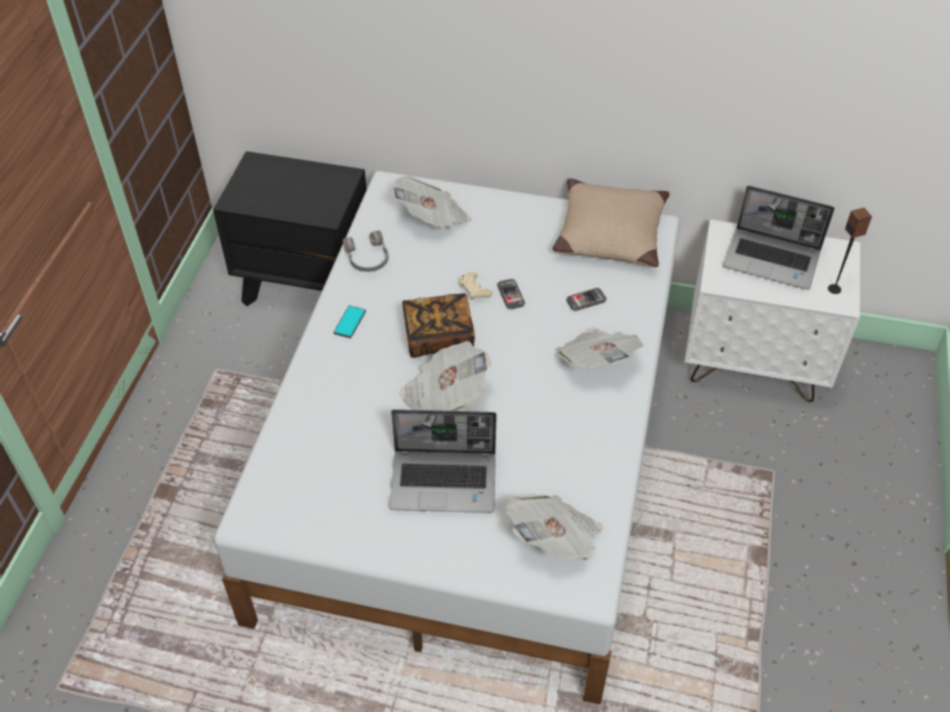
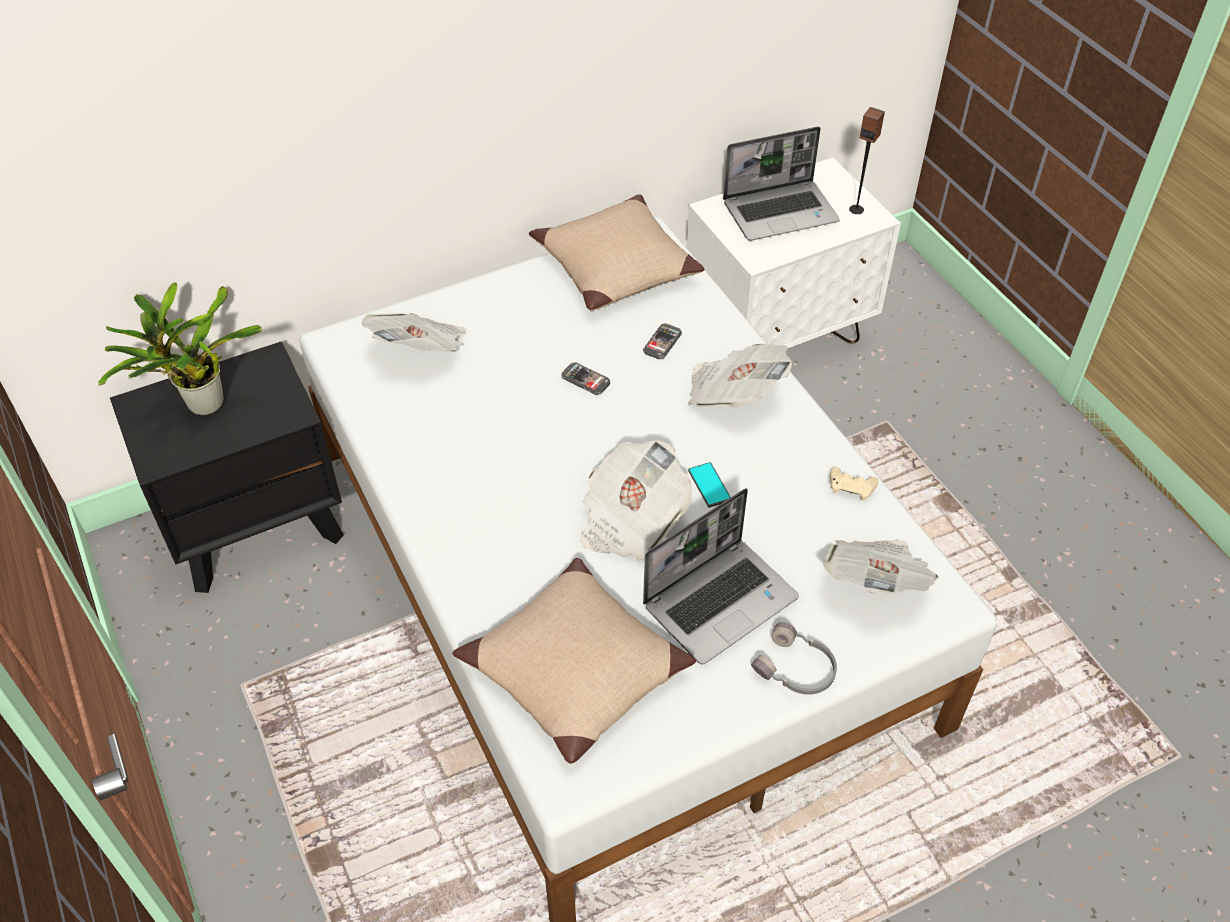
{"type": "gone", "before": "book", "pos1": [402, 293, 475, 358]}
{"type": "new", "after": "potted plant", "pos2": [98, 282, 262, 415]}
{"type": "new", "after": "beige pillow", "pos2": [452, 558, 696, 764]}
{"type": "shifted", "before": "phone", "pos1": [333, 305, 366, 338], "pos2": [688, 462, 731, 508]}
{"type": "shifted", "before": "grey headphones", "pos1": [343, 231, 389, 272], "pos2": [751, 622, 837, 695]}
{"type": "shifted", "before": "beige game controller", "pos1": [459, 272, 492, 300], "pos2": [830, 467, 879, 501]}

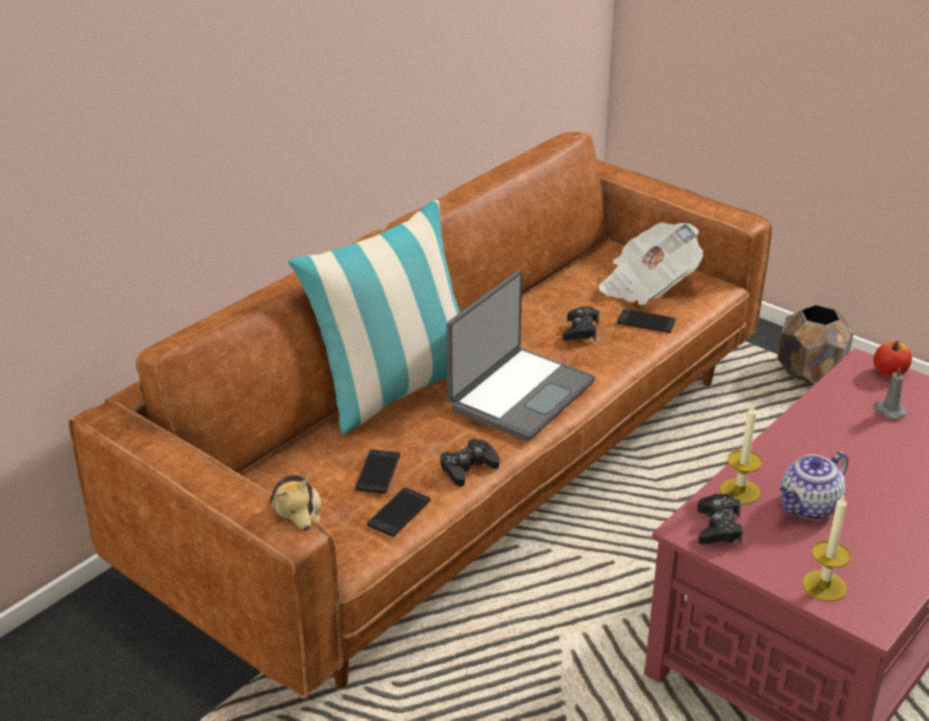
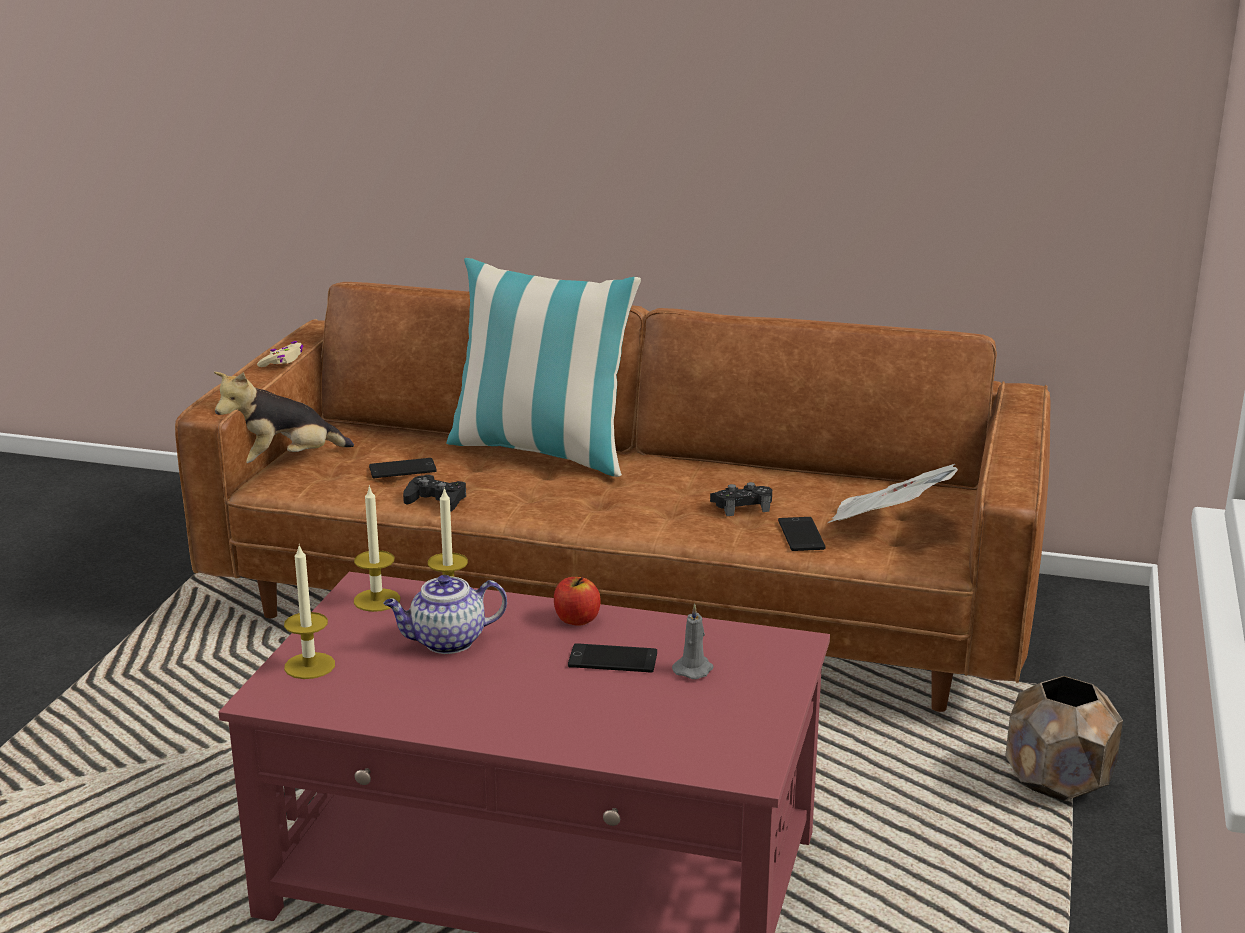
{"type": "gone", "before": "laptop", "pos1": [447, 271, 596, 441]}
{"type": "new", "after": "beige game controller", "pos2": [257, 341, 303, 367]}
{"type": "shifted", "before": "phone", "pos1": [367, 488, 431, 537], "pos2": [568, 643, 657, 673]}
{"type": "shifted", "before": "apple", "pos1": [873, 341, 912, 378], "pos2": [554, 577, 601, 626]}
{"type": "swapped", "before": "black game controller", "after": "candle", "pos1": [697, 494, 743, 545], "pos2": [354, 485, 400, 612]}
{"type": "rotated", "before": "teapot", "pos1": [780, 451, 848, 520], "pos2": [383, 575, 507, 654], "turn": -45}

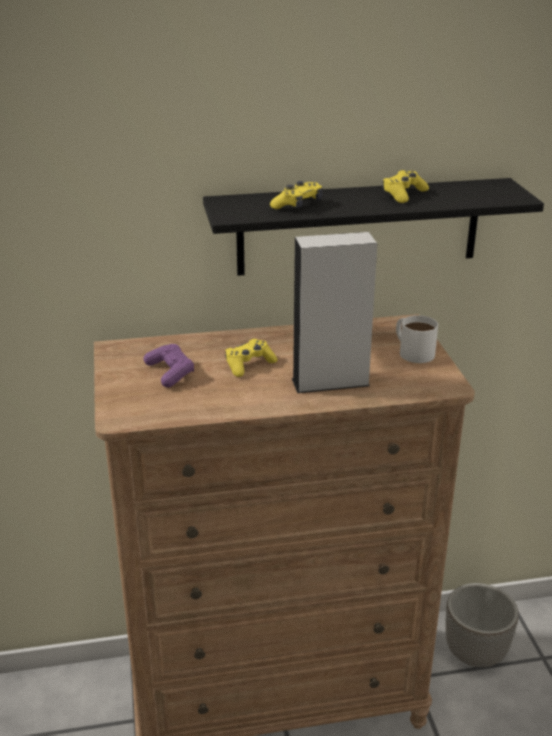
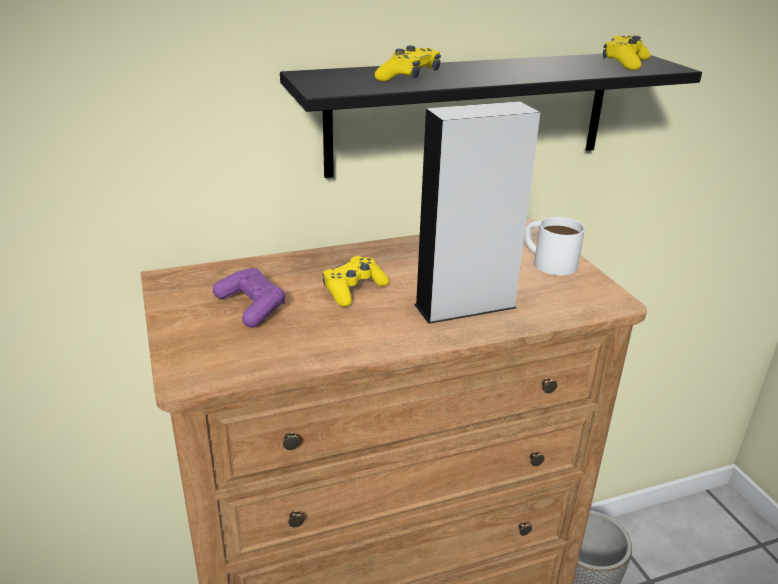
{"type": "shifted", "before": "yellow game controller", "pos1": [382, 170, 429, 203], "pos2": [603, 35, 651, 70]}

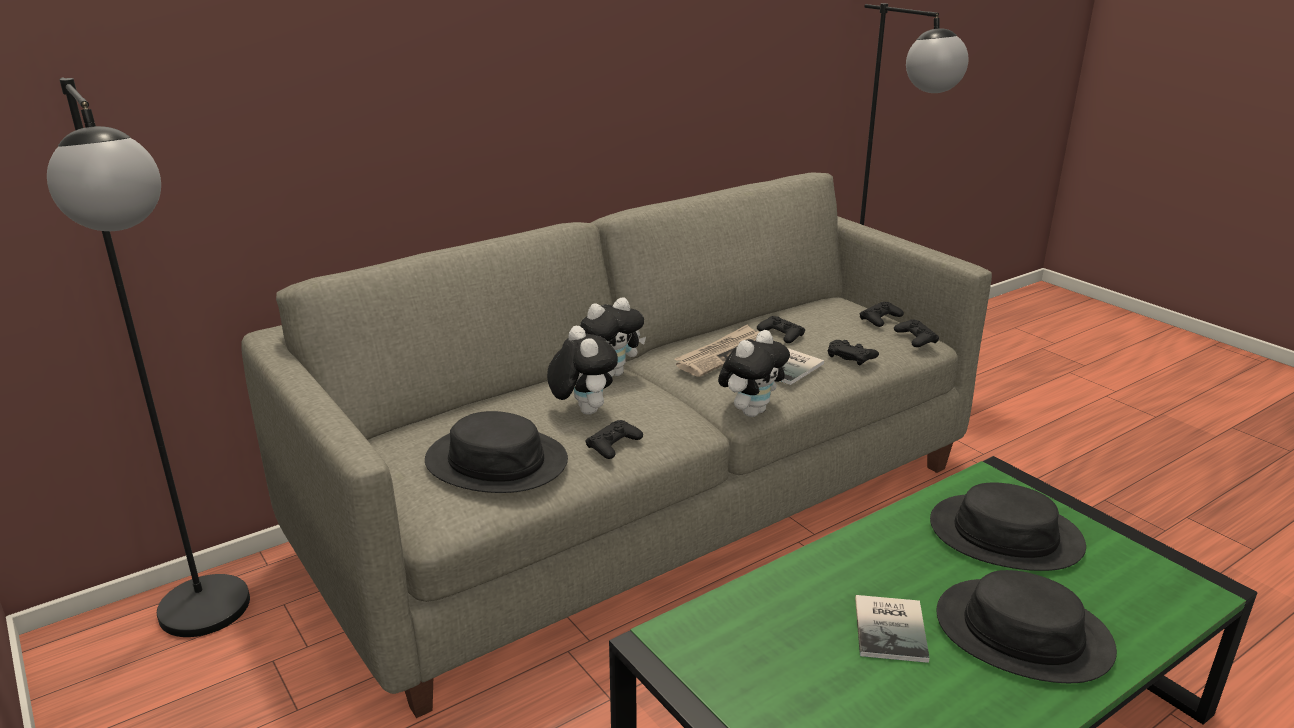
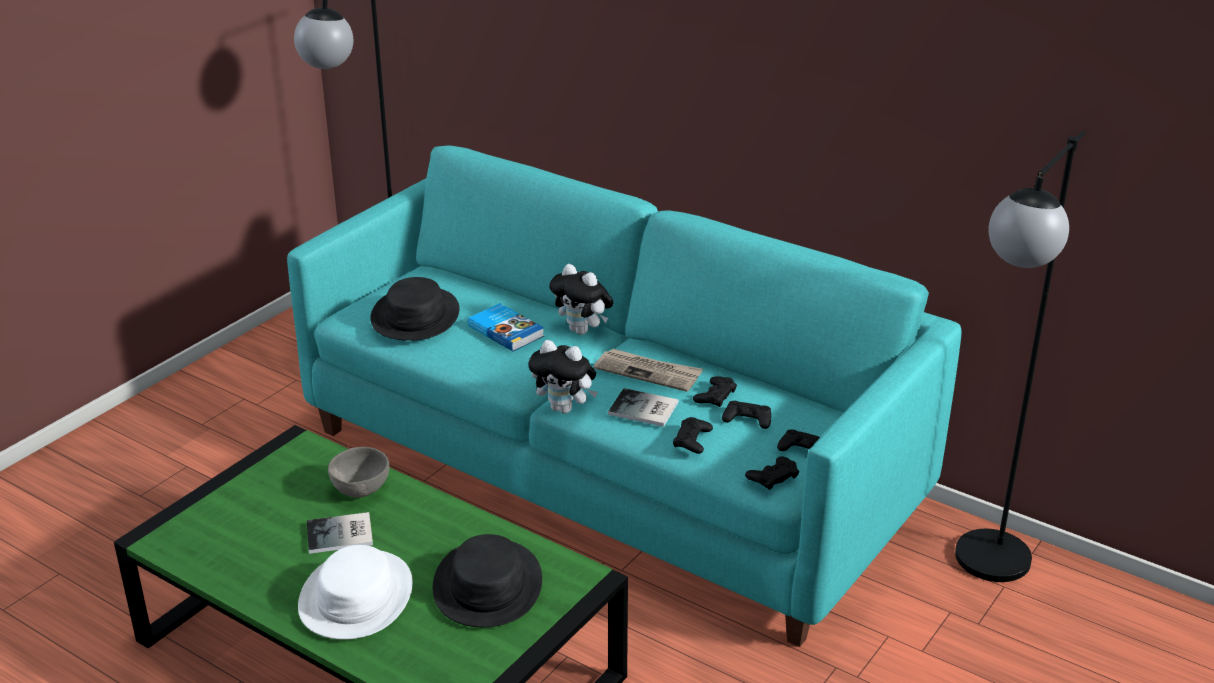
{"type": "new", "after": "grey bowl", "pos2": [328, 447, 389, 498]}
{"type": "shifted", "before": "black game controller", "pos1": [586, 420, 643, 459], "pos2": [722, 401, 771, 429]}
{"type": "swapped", "before": "plush toy", "after": "book", "pos1": [547, 326, 618, 415], "pos2": [468, 303, 544, 352]}
{"type": "repainted", "before": "grey sofa", "after": "turquoise sofa", "pos1": [242, 173, 992, 718], "pos2": [287, 146, 962, 647]}
{"type": "repainted", "before": "black hat", "after": "white hat", "pos1": [936, 570, 1117, 683], "pos2": [298, 545, 413, 639]}

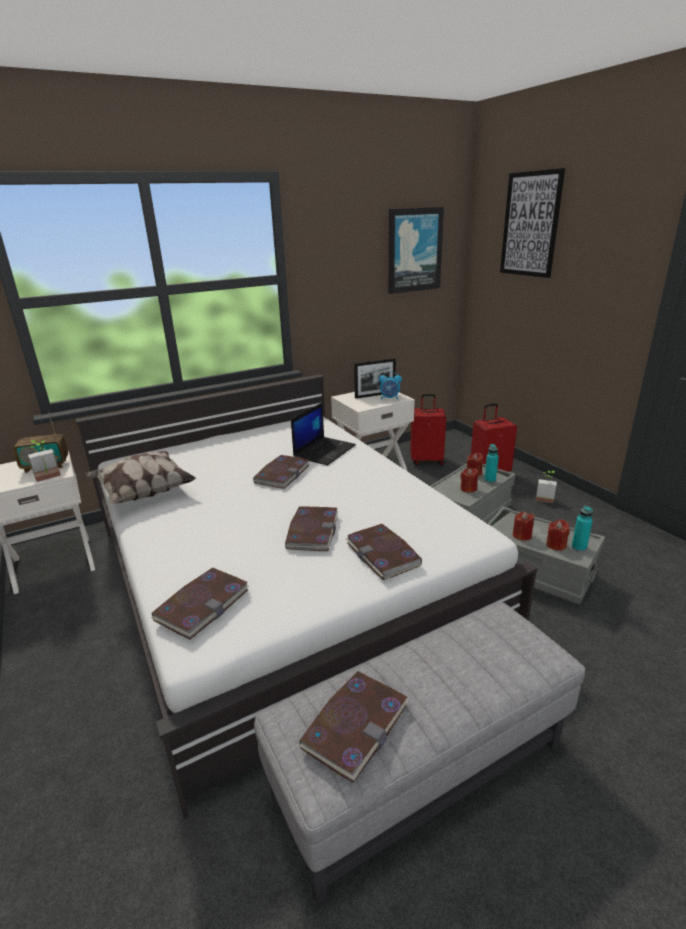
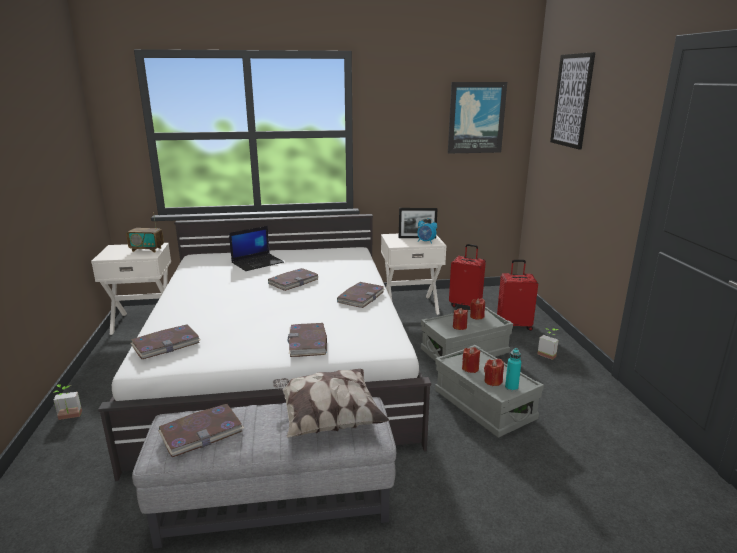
{"type": "gone", "before": "turquoise bottle", "pos1": [484, 444, 499, 483]}
{"type": "shifted", "before": "potted plant", "pos1": [28, 440, 61, 482], "pos2": [54, 384, 82, 420]}
{"type": "shifted", "before": "pillow", "pos1": [86, 451, 196, 505], "pos2": [273, 369, 390, 438]}
{"type": "shifted", "before": "book", "pos1": [285, 506, 338, 551], "pos2": [337, 282, 384, 308]}
{"type": "shifted", "before": "laptop", "pos1": [291, 402, 356, 465], "pos2": [229, 226, 284, 271]}

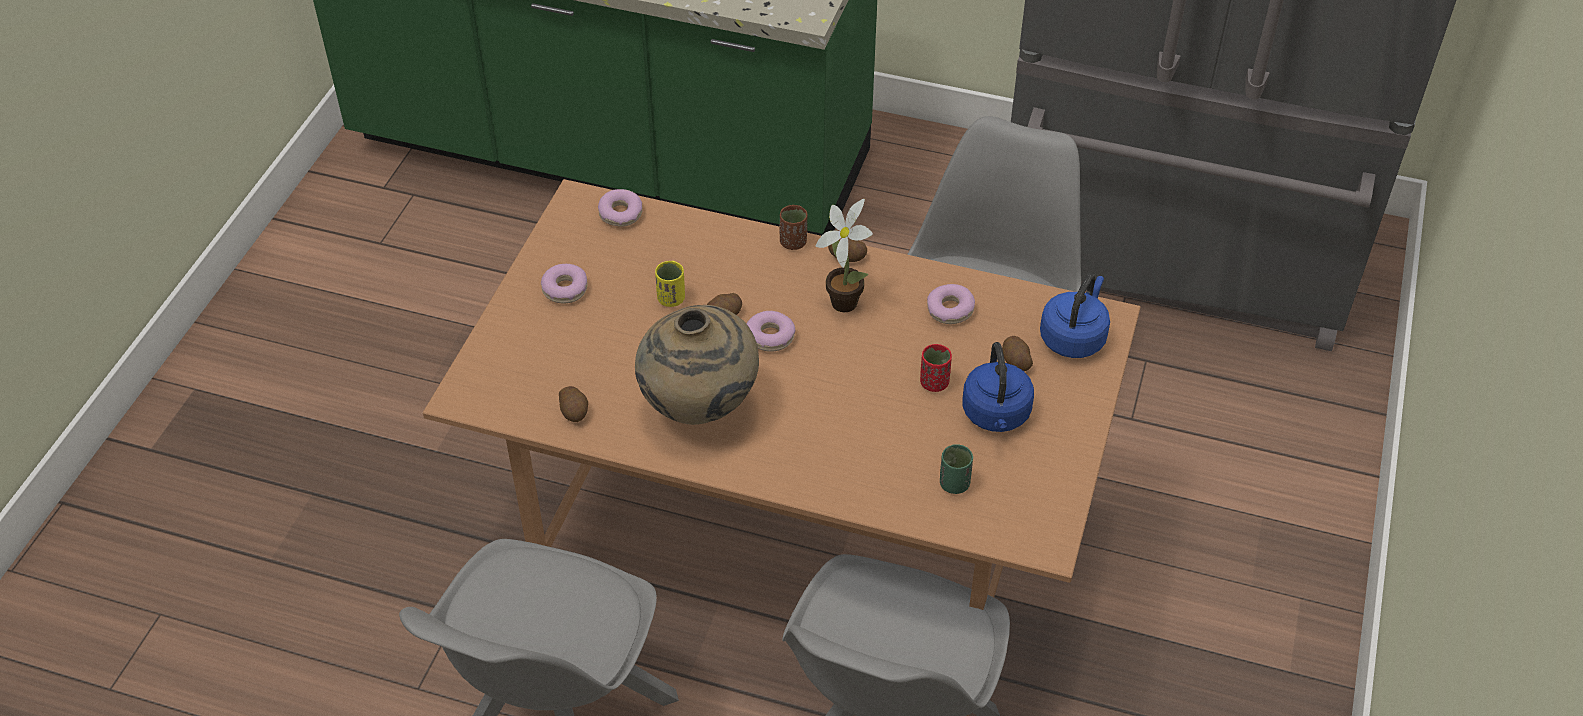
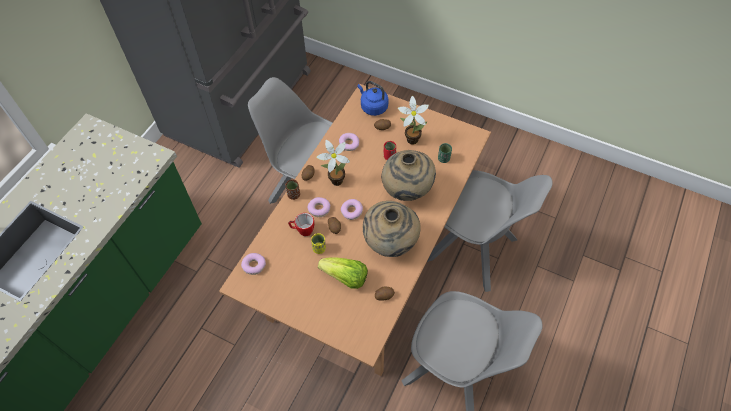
{"type": "new", "after": "mug", "pos2": [288, 213, 315, 236]}
{"type": "new", "after": "lettuce", "pos2": [318, 257, 368, 289]}
{"type": "new", "after": "beige vase", "pos2": [381, 150, 436, 201]}
{"type": "shifted", "before": "donut", "pos1": [541, 264, 588, 303], "pos2": [308, 197, 330, 217]}
{"type": "swapped", "before": "blue kettle", "after": "potted plant", "pos1": [962, 342, 1034, 432], "pos2": [398, 96, 429, 145]}

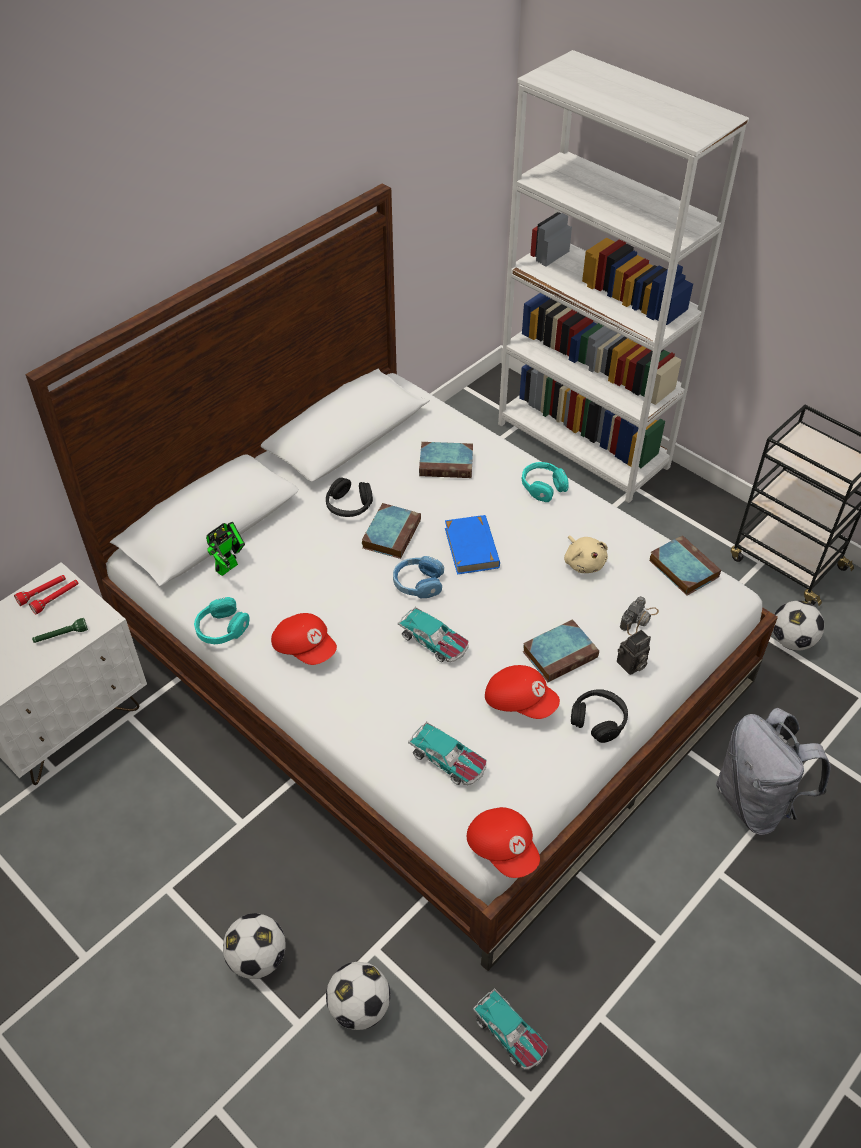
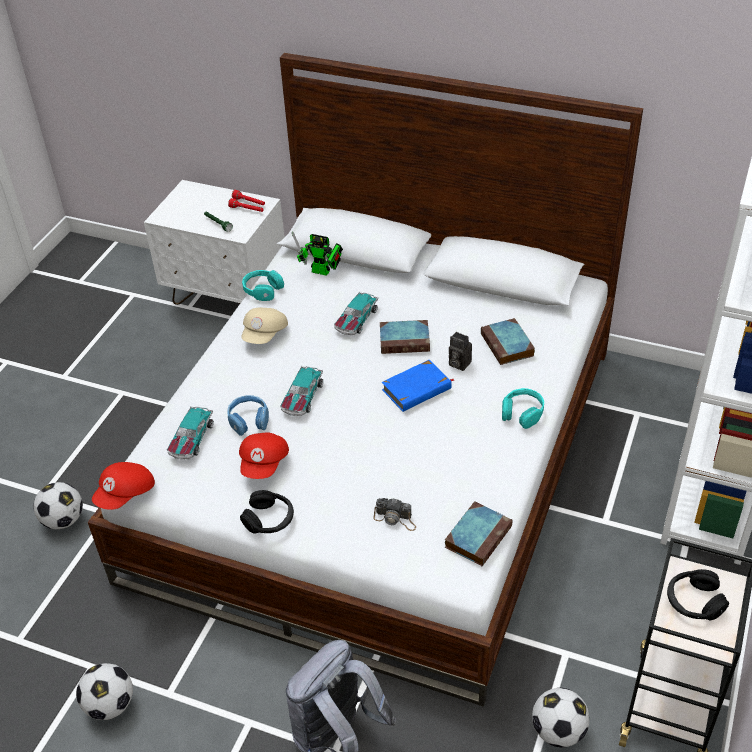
{"type": "gone", "before": "book", "pos1": [522, 619, 599, 682]}
{"type": "gone", "before": "beige plush toy", "pos1": [564, 536, 608, 573]}
{"type": "shifted", "before": "football", "pos1": [223, 913, 285, 979], "pos2": [76, 663, 133, 720]}
{"type": "shifted", "before": "black headphones", "pos1": [326, 477, 373, 517], "pos2": [667, 569, 729, 621]}
{"type": "shifted", "before": "blue headphones", "pos1": [393, 556, 444, 598], "pos2": [227, 395, 269, 436]}
{"type": "shifted", "before": "toy car", "pos1": [473, 988, 548, 1070], "pos2": [334, 292, 378, 335]}
{"type": "shifted", "before": "photo camera", "pos1": [617, 630, 651, 675], "pos2": [449, 332, 472, 371]}
{"type": "repainted", "before": "red cap", "after": "beige cap", "pos1": [271, 613, 337, 665], "pos2": [241, 308, 288, 344]}

